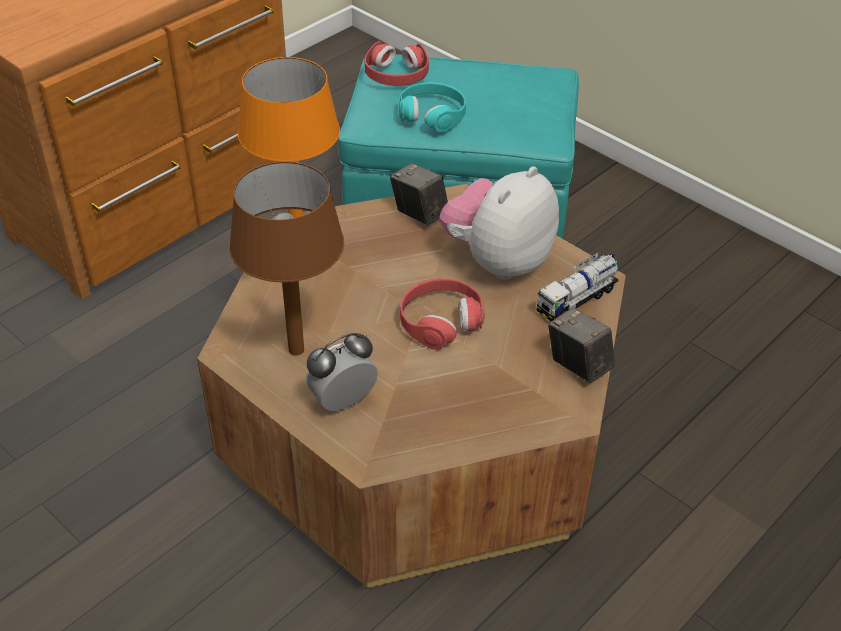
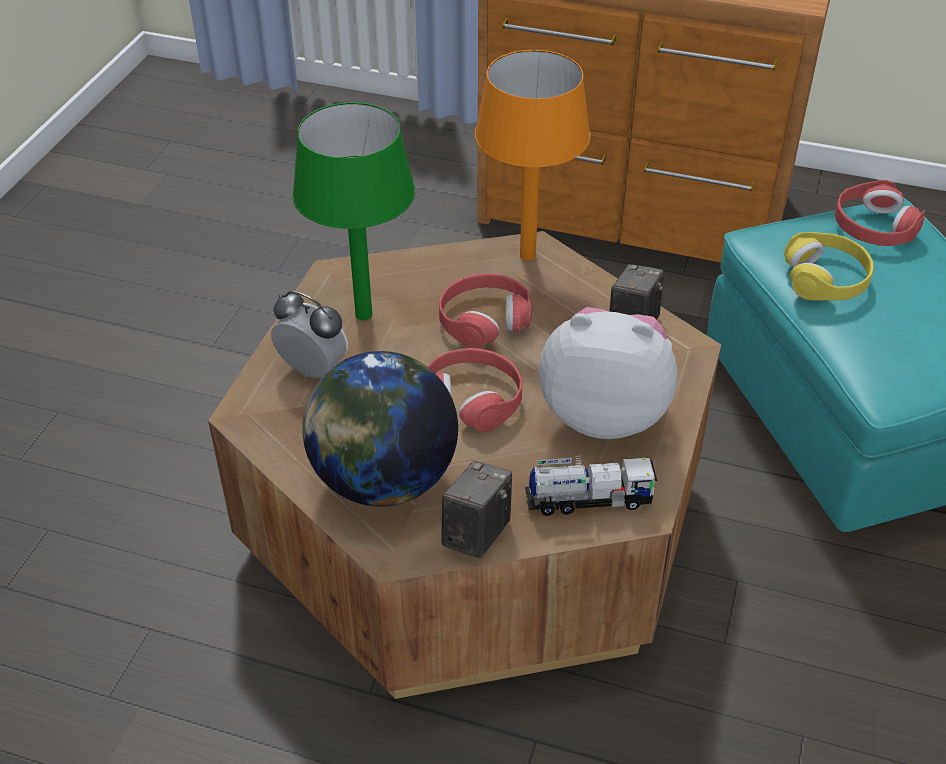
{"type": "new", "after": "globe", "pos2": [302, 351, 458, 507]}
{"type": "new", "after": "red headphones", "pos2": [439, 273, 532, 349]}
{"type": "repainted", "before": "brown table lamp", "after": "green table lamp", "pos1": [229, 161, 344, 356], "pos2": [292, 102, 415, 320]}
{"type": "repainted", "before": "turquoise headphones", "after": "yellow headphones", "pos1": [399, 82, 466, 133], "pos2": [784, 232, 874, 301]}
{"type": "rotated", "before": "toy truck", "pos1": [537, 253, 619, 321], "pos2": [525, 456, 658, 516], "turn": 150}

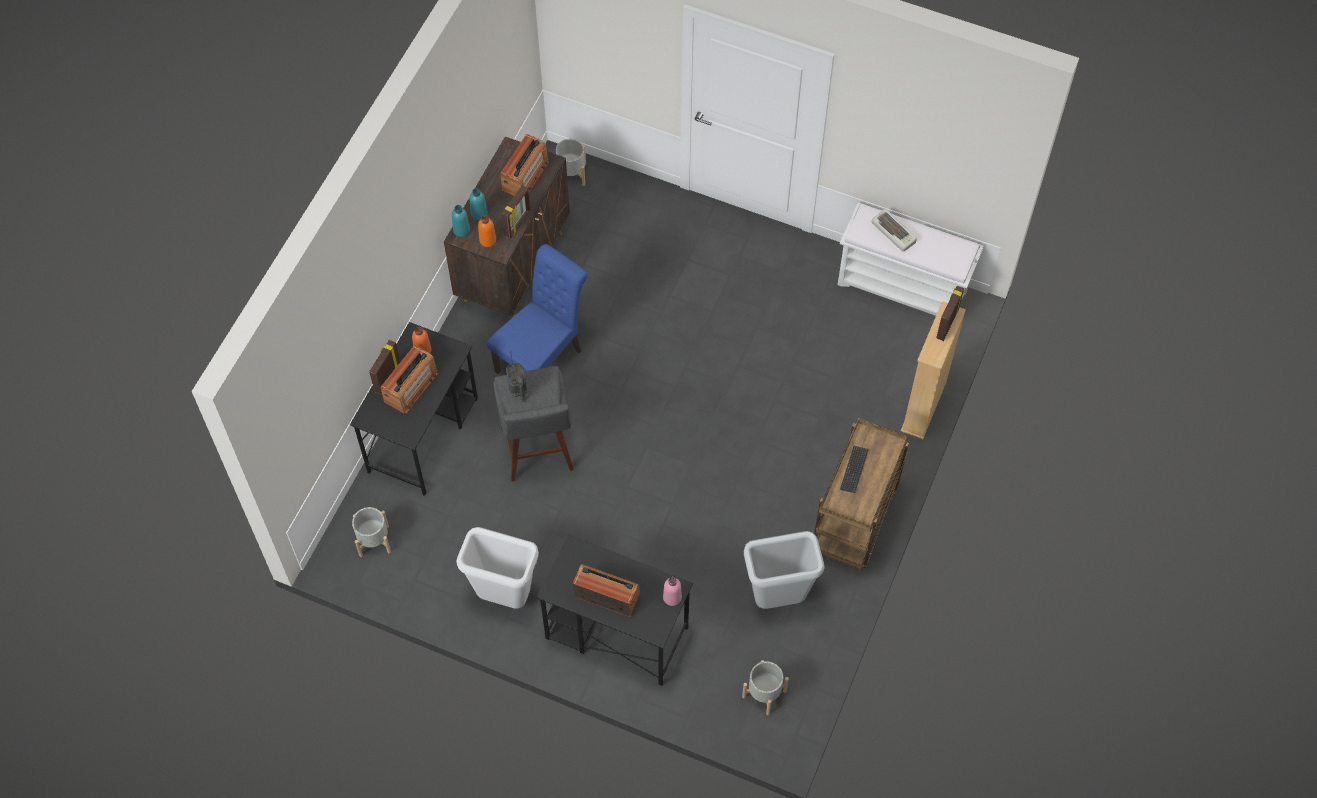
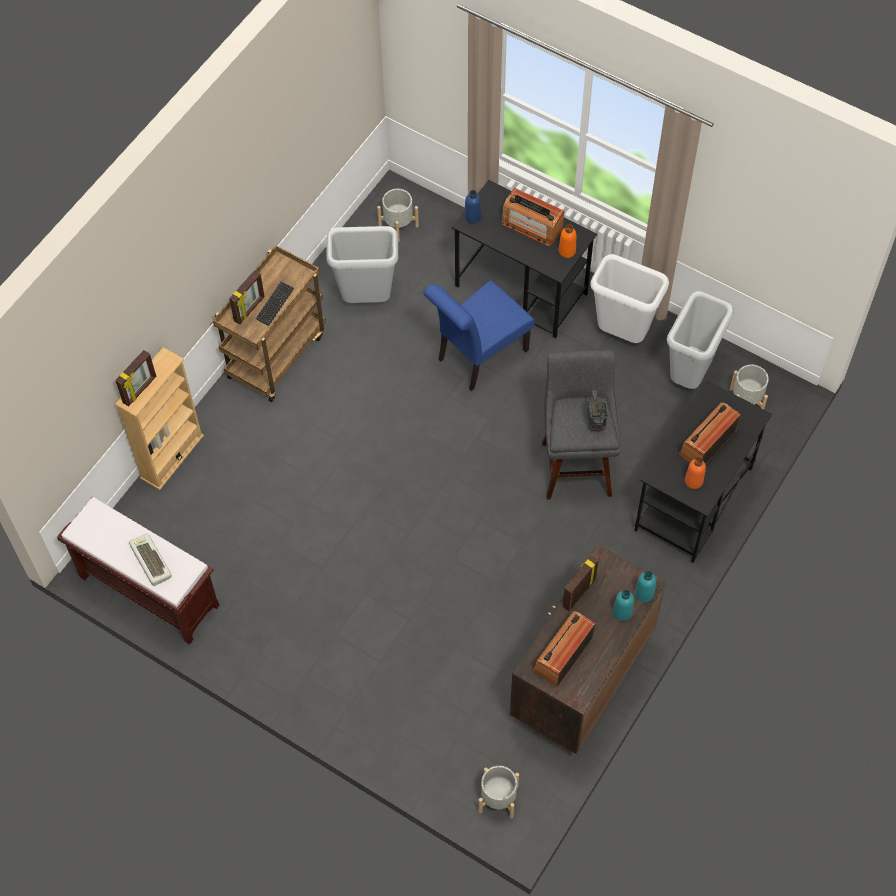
{"type": "new", "after": "grey trash can", "pos2": [667, 291, 734, 389]}
{"type": "shifted", "before": "picture frame", "pos1": [369, 340, 400, 394], "pos2": [229, 270, 265, 325]}
{"type": "shifted", "before": "orange bottle", "pos1": [478, 215, 496, 247], "pos2": [559, 224, 577, 258]}
{"type": "shifted", "before": "blue chair", "pos1": [487, 244, 588, 374], "pos2": [424, 280, 535, 391]}
{"type": "repainted", "before": "pink bottle", "after": "blue bottle", "pos1": [663, 577, 682, 606], "pos2": [464, 190, 481, 224]}
{"type": "repainted", "before": "white bench", "after": "brown bench", "pos1": [837, 203, 983, 316], "pos2": [57, 497, 220, 645]}

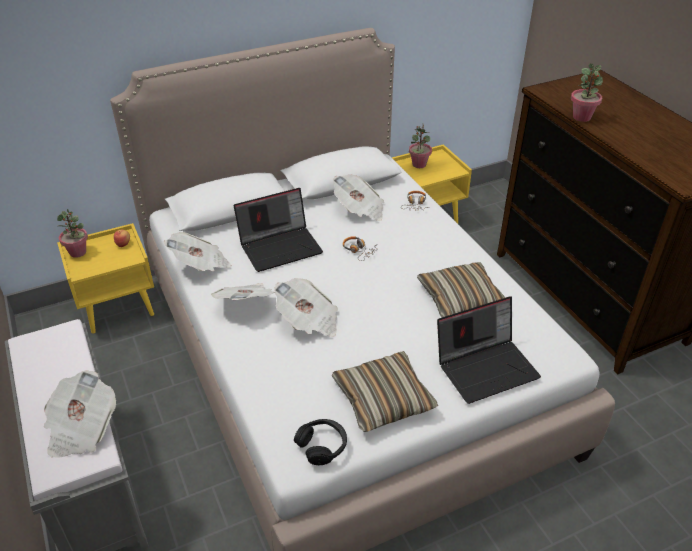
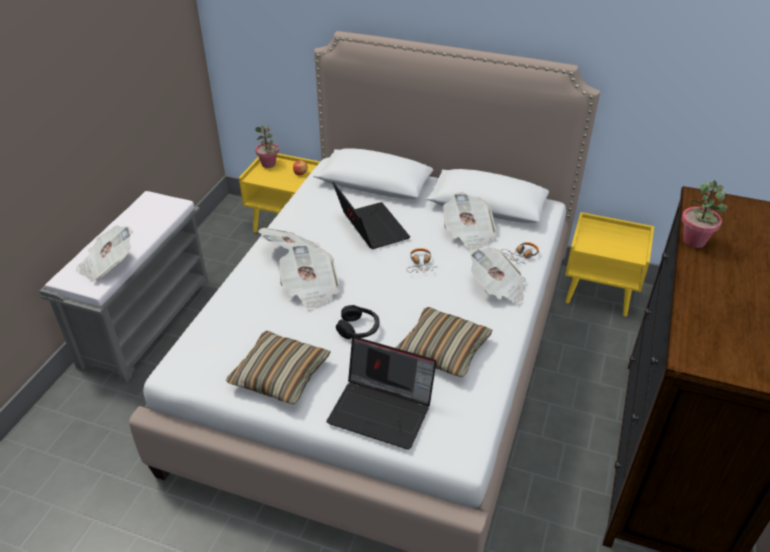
{"type": "gone", "before": "potted plant", "pos1": [409, 124, 432, 168]}
{"type": "shifted", "before": "newspaper", "pos1": [164, 232, 232, 271], "pos2": [471, 247, 526, 305]}
{"type": "shifted", "before": "black headphones", "pos1": [294, 419, 347, 465], "pos2": [336, 305, 379, 339]}
{"type": "rotated", "before": "laptop", "pos1": [234, 188, 323, 272], "pos2": [332, 181, 410, 249], "turn": -135}

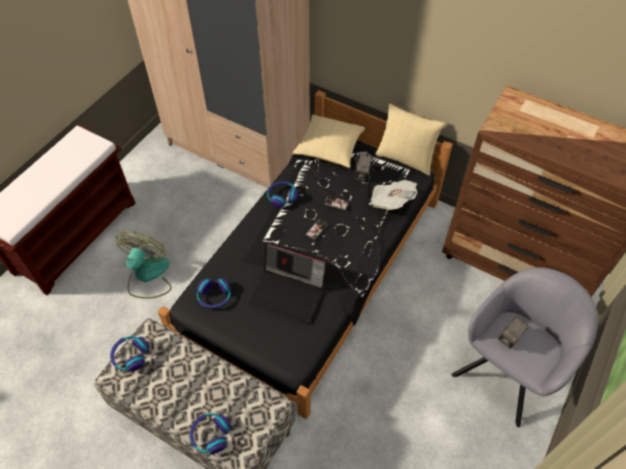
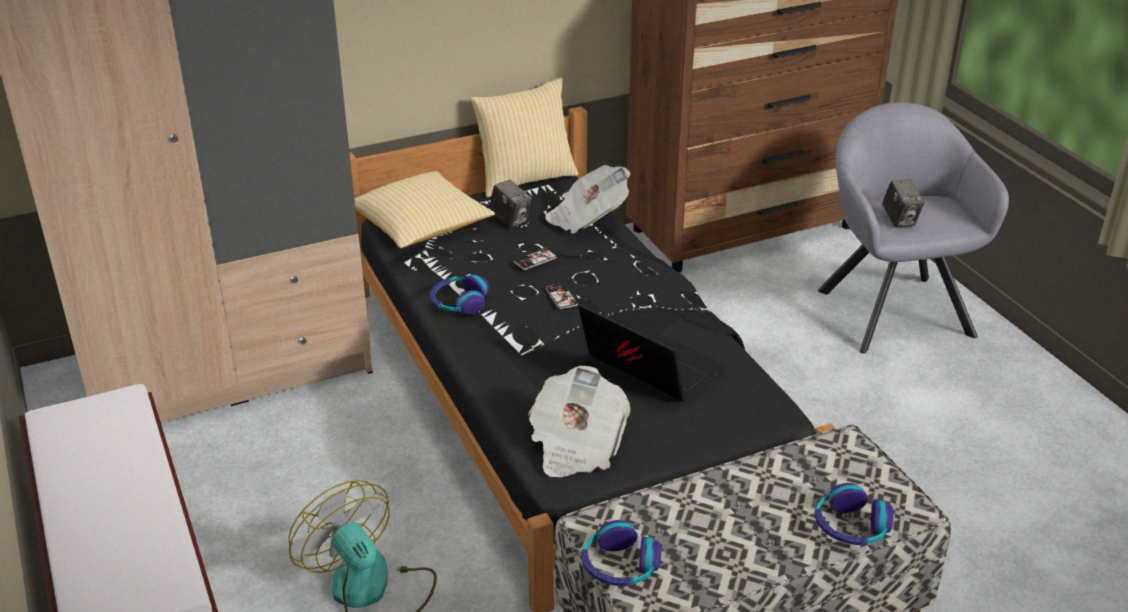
{"type": "swapped", "before": "headphones", "after": "newspaper", "pos1": [197, 278, 231, 309], "pos2": [528, 366, 631, 477]}
{"type": "rotated", "before": "laptop", "pos1": [249, 242, 327, 323], "pos2": [578, 304, 726, 401], "turn": -105}

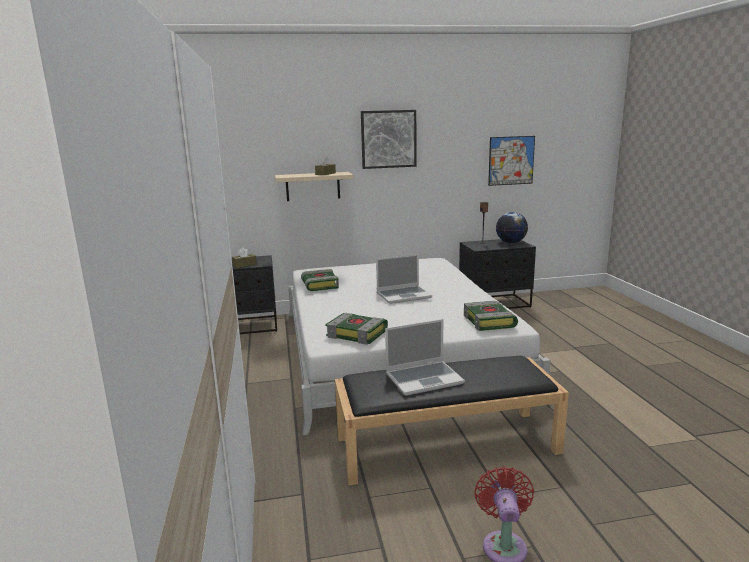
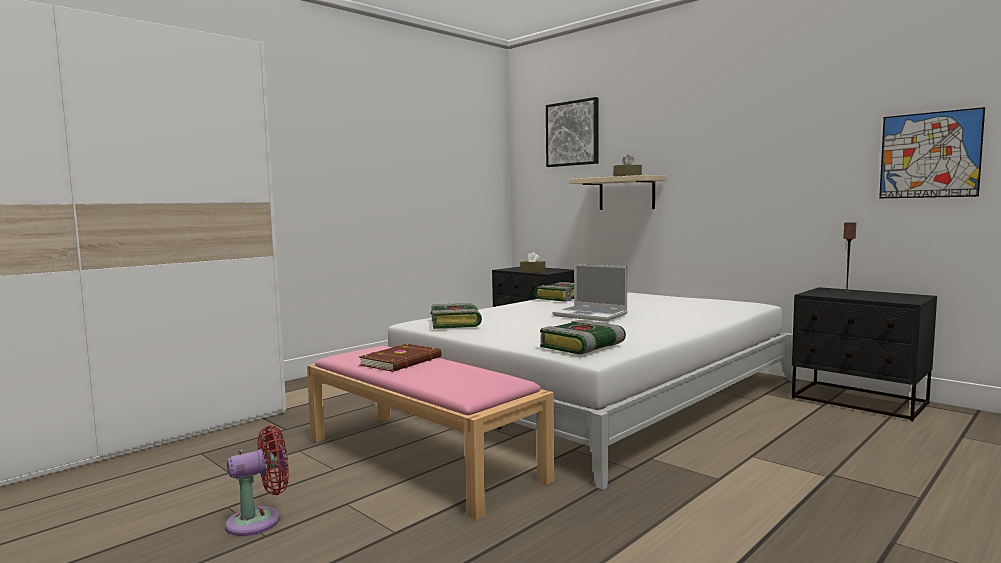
{"type": "gone", "before": "globe", "pos1": [496, 212, 528, 243]}
{"type": "shifted", "before": "picture", "pos1": [361, 110, 417, 169], "pos2": [546, 97, 598, 167]}
{"type": "swapped", "before": "laptop", "after": "brown book", "pos1": [385, 319, 465, 396], "pos2": [359, 344, 442, 372]}
{"type": "repainted", "before": "black bench", "after": "pink bench", "pos1": [335, 356, 569, 485], "pos2": [307, 346, 554, 520]}

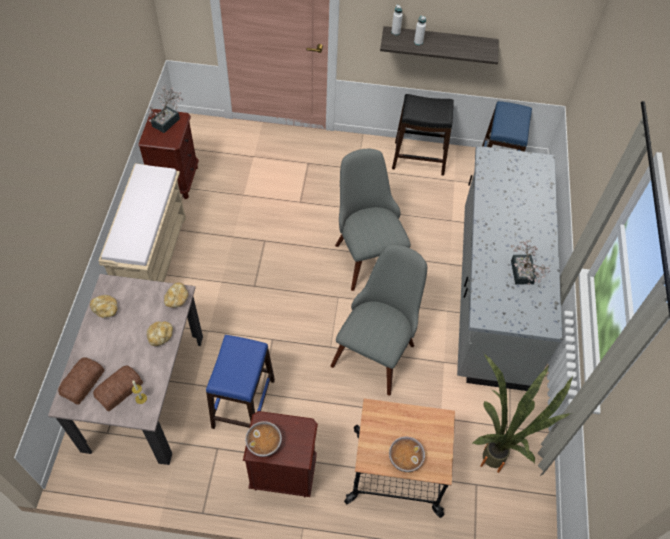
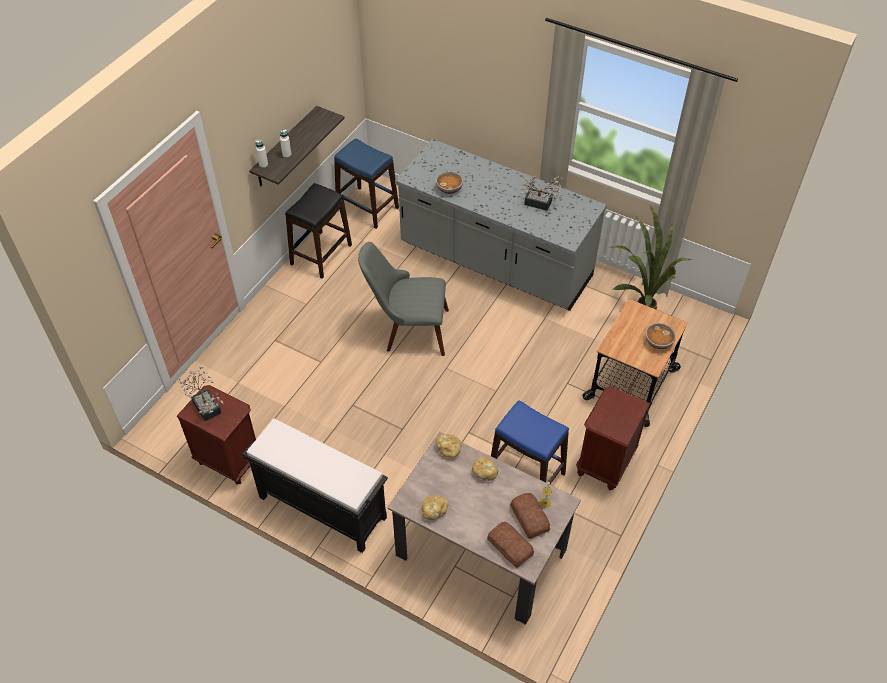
{"type": "gone", "before": "grey chair", "pos1": [330, 245, 427, 396]}
{"type": "shifted", "before": "bowl", "pos1": [245, 421, 282, 457], "pos2": [436, 171, 463, 194]}
{"type": "repainted", "before": "beige bench", "after": "black bench", "pos1": [99, 163, 186, 282], "pos2": [242, 418, 388, 553]}

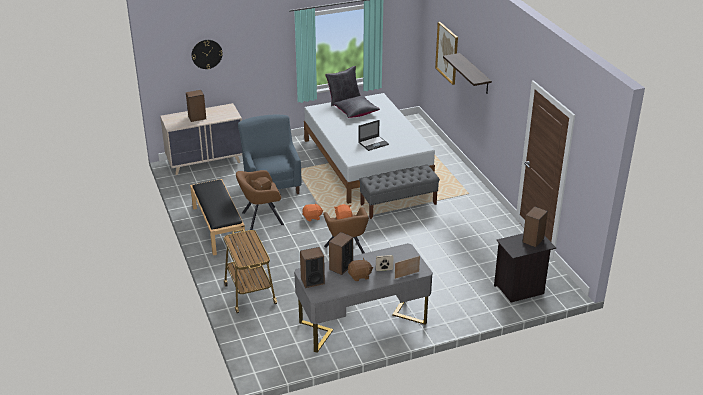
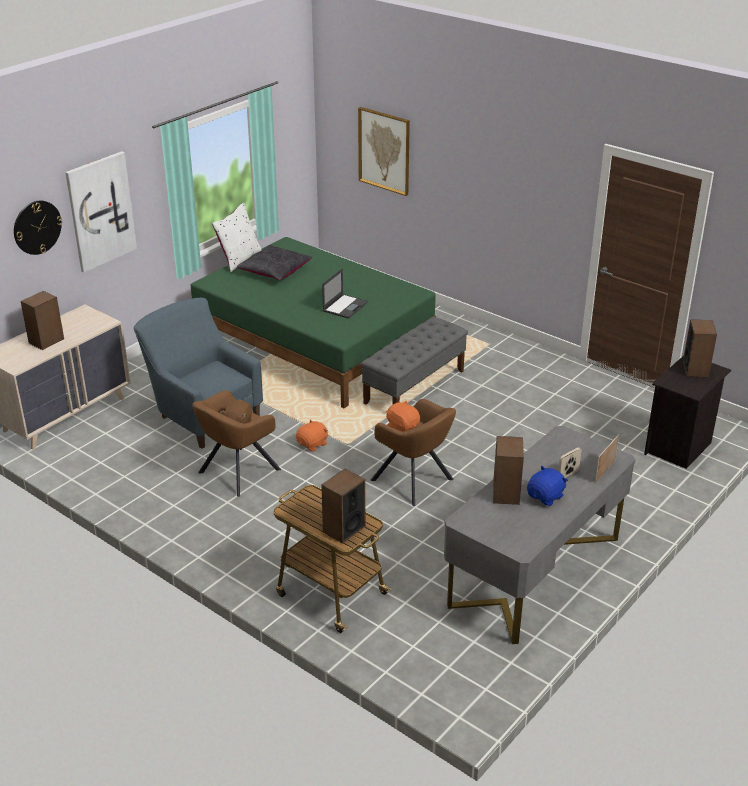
{"type": "gone", "before": "black bench", "pos1": [190, 179, 246, 256]}
{"type": "gone", "before": "shelf", "pos1": [443, 53, 492, 94]}
{"type": "new", "after": "picture", "pos2": [65, 151, 137, 272]}
{"type": "shifted", "before": "speaker", "pos1": [300, 247, 325, 288], "pos2": [321, 469, 365, 543]}
{"type": "repainted", "before": "white bed", "after": "green bed", "pos1": [304, 93, 435, 204], "pos2": [191, 237, 436, 408]}
{"type": "repainted", "before": "black pillow", "after": "white pillow", "pos1": [325, 66, 361, 106], "pos2": [212, 203, 261, 272]}
{"type": "repainted", "before": "brown plush toy", "after": "blue plush toy", "pos1": [348, 258, 373, 281], "pos2": [527, 466, 568, 506]}

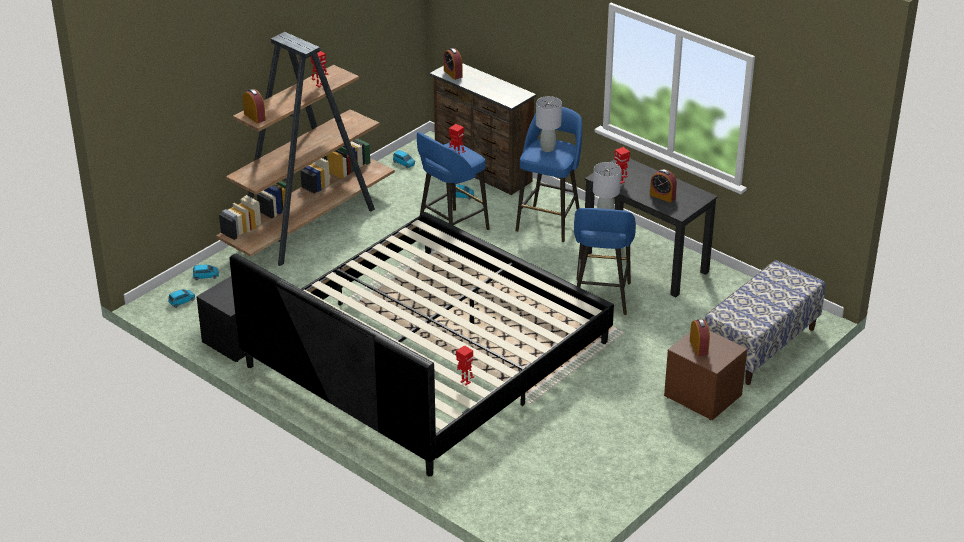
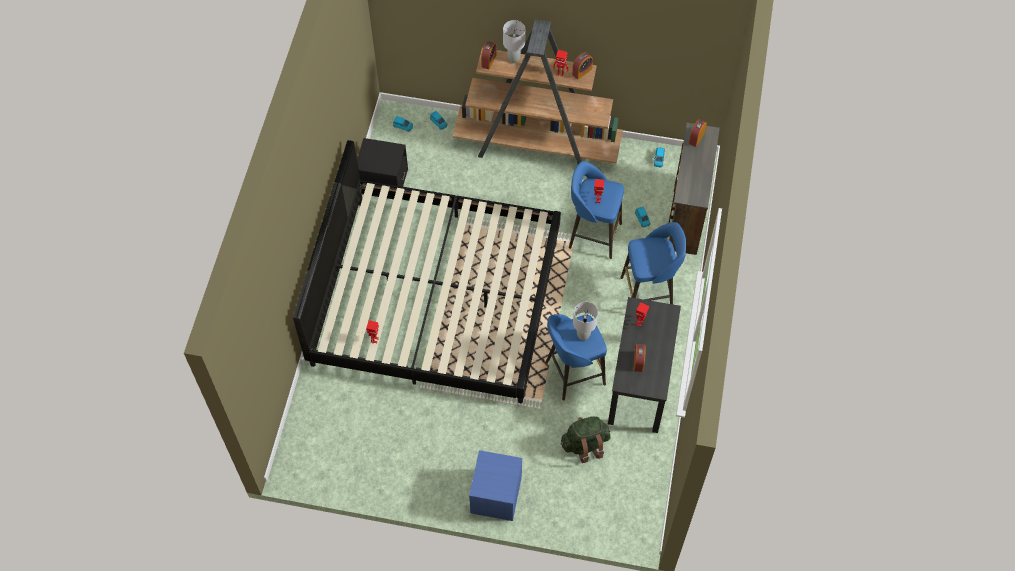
{"type": "gone", "before": "bench", "pos1": [705, 260, 825, 385]}
{"type": "new", "after": "green backpack", "pos2": [561, 416, 611, 463]}
{"type": "shifted", "before": "grey table lamp", "pos1": [536, 96, 562, 152], "pos2": [503, 20, 525, 63]}
{"type": "shifted", "before": "alarm clock", "pos1": [690, 319, 710, 356], "pos2": [572, 52, 593, 79]}
{"type": "repainted", "before": "brown nightstand", "after": "blue nightstand", "pos1": [664, 330, 747, 420], "pos2": [469, 450, 522, 521]}

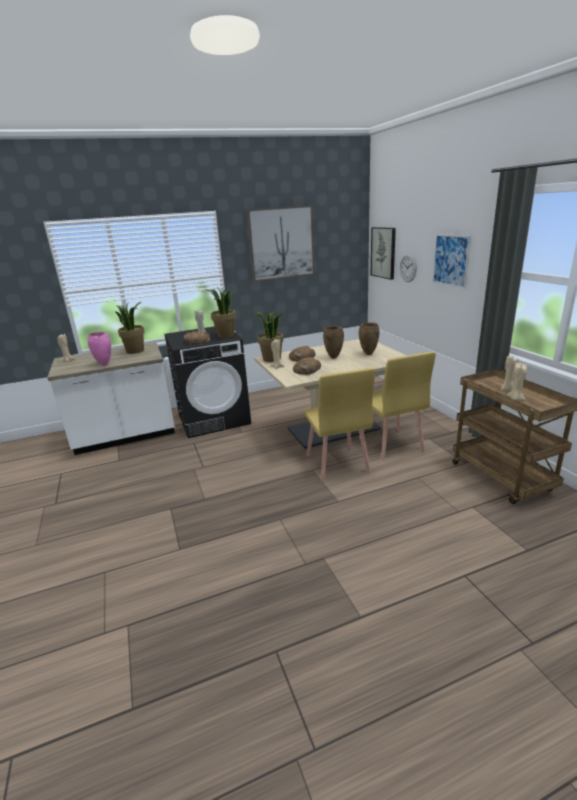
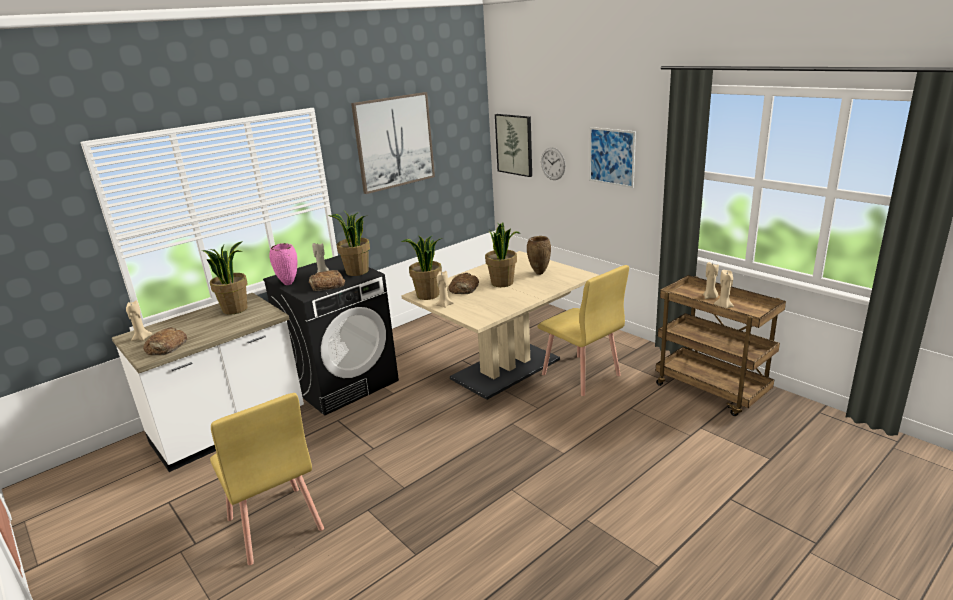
{"type": "shifted", "before": "pink vase", "pos1": [87, 332, 111, 366], "pos2": [269, 243, 297, 285]}
{"type": "shifted", "before": "bread", "pos1": [293, 357, 321, 375], "pos2": [143, 327, 187, 355]}
{"type": "shifted", "before": "yellow chair", "pos1": [304, 368, 375, 482], "pos2": [210, 393, 324, 565]}
{"type": "swapped", "before": "brown vase", "after": "potted plant", "pos1": [323, 326, 344, 359], "pos2": [485, 222, 521, 287]}

